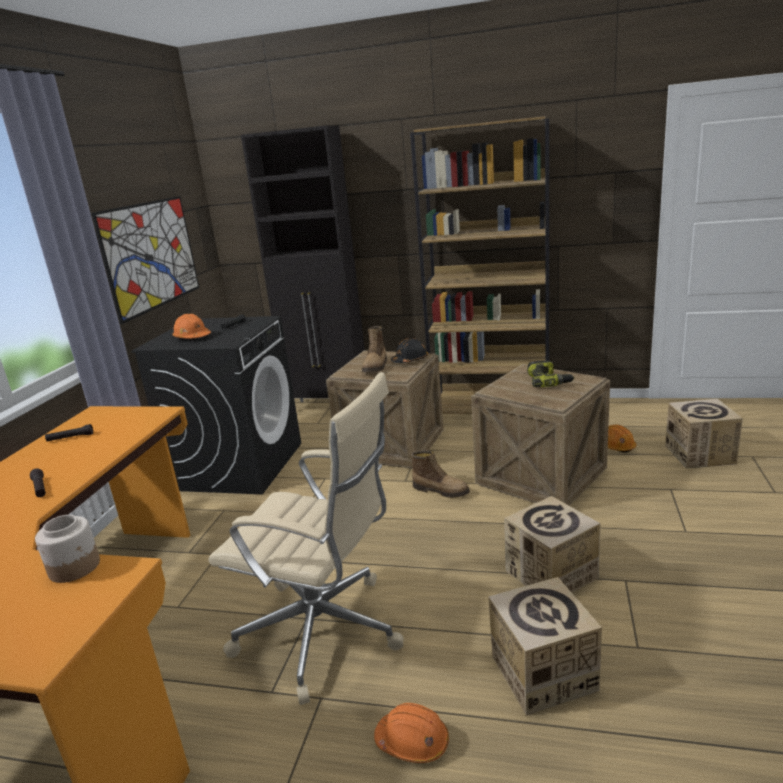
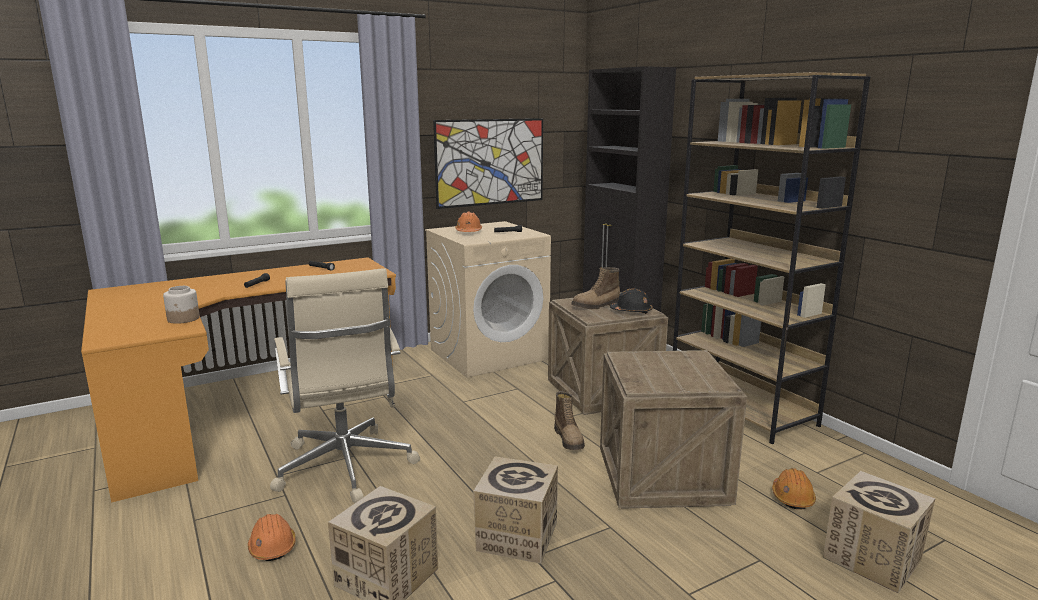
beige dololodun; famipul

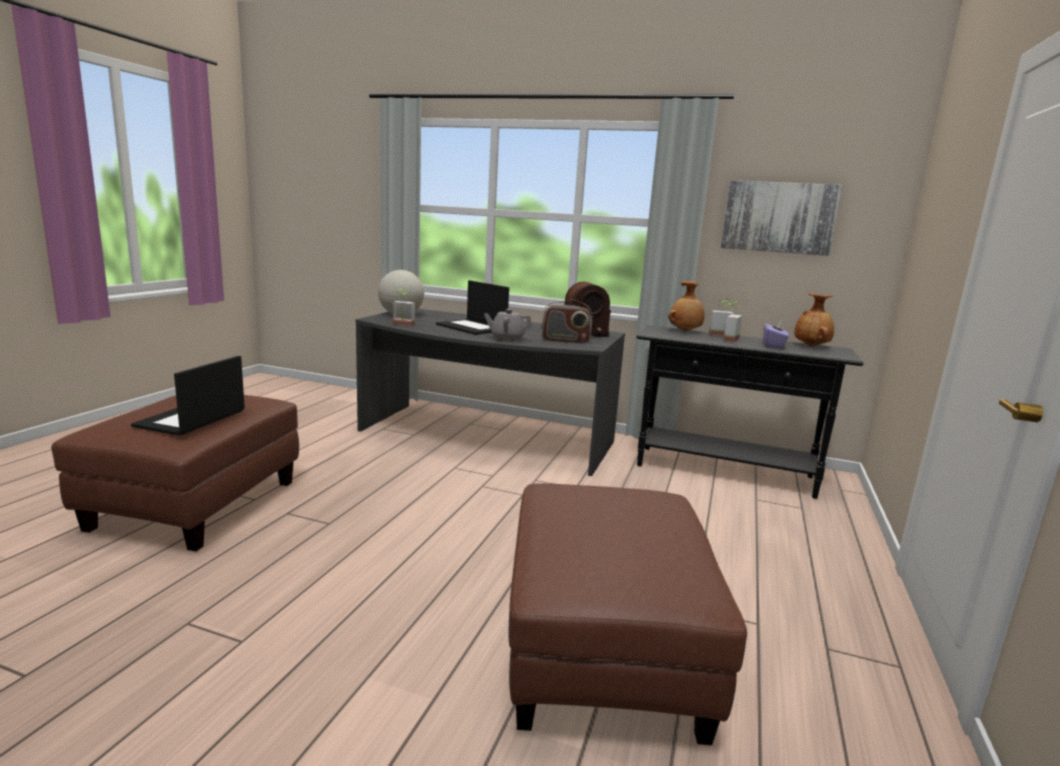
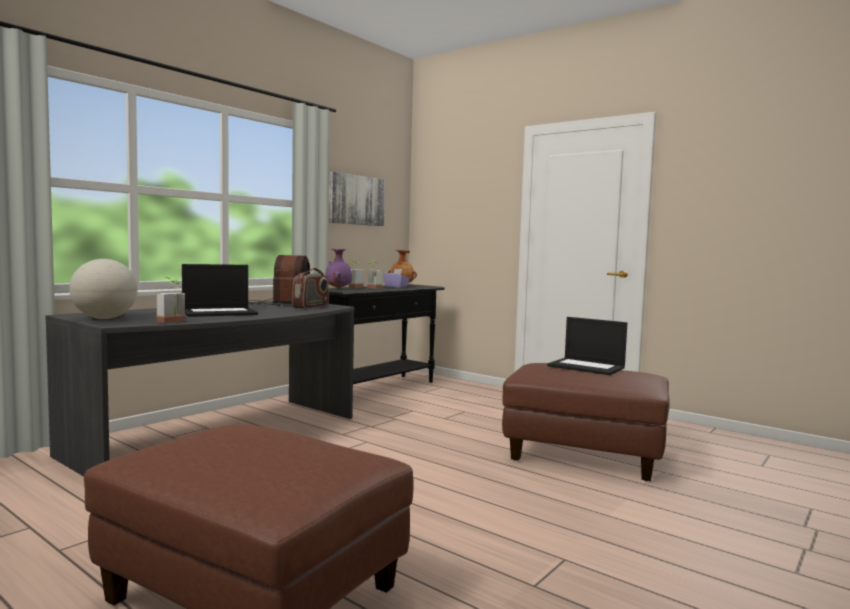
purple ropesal; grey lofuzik; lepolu (2nd from left)

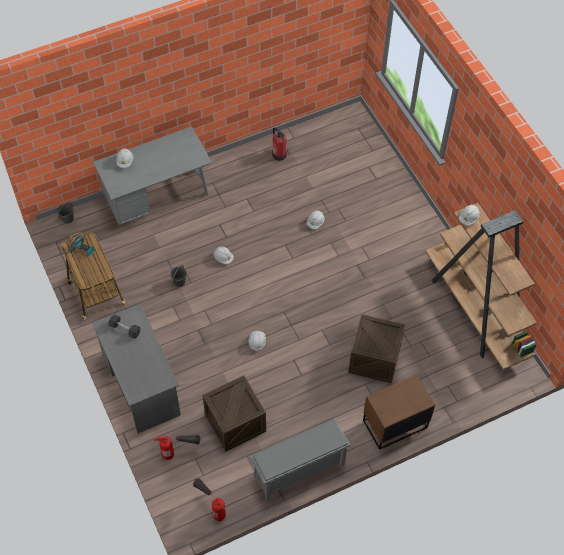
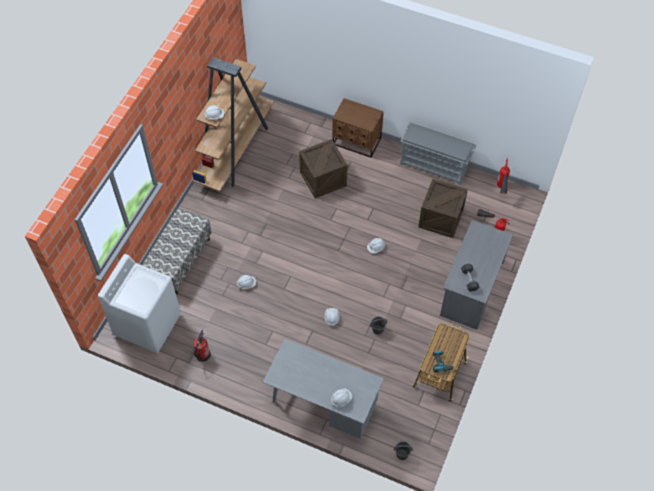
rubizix; white dololodun

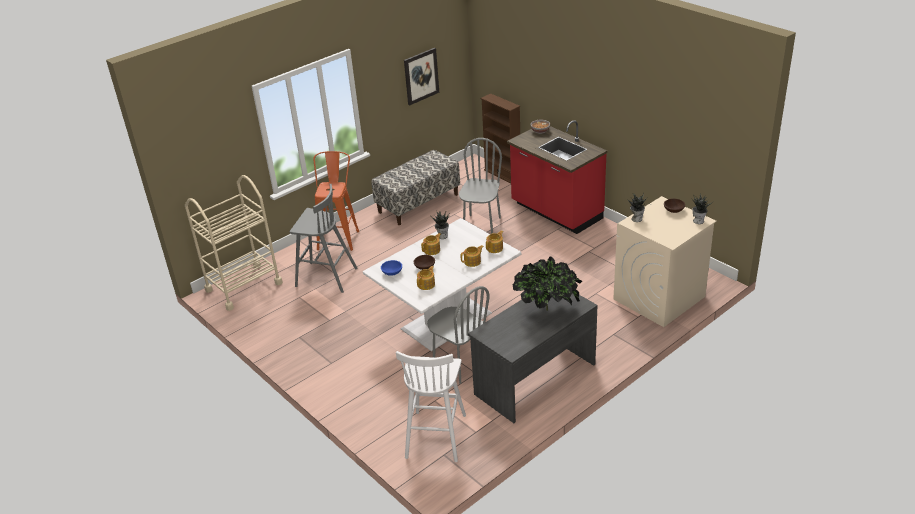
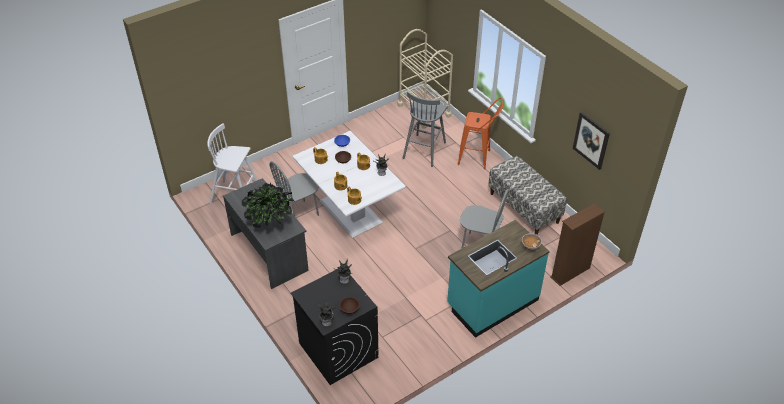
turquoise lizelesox; black dololodun

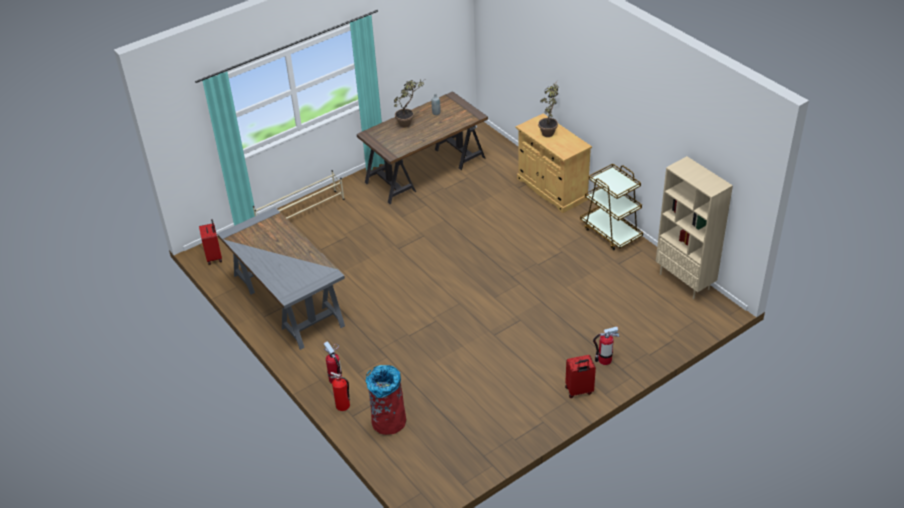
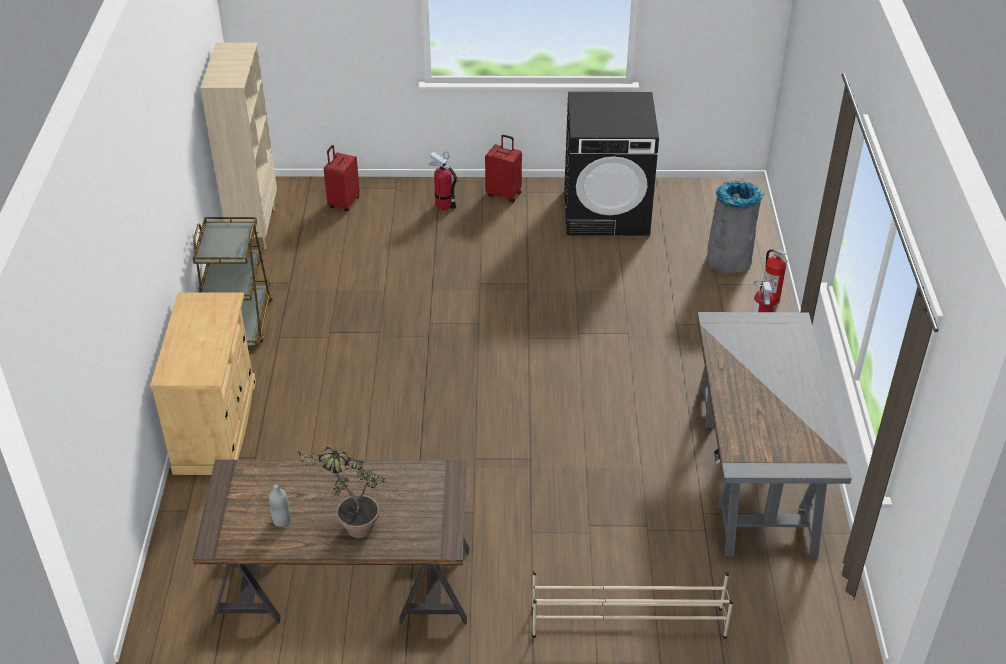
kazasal (2nd from left in the first image); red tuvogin (1st from left); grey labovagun; black dololodun

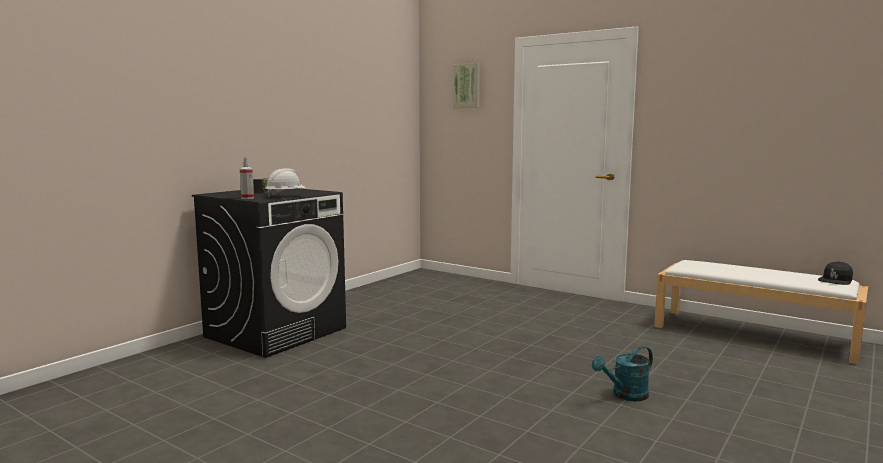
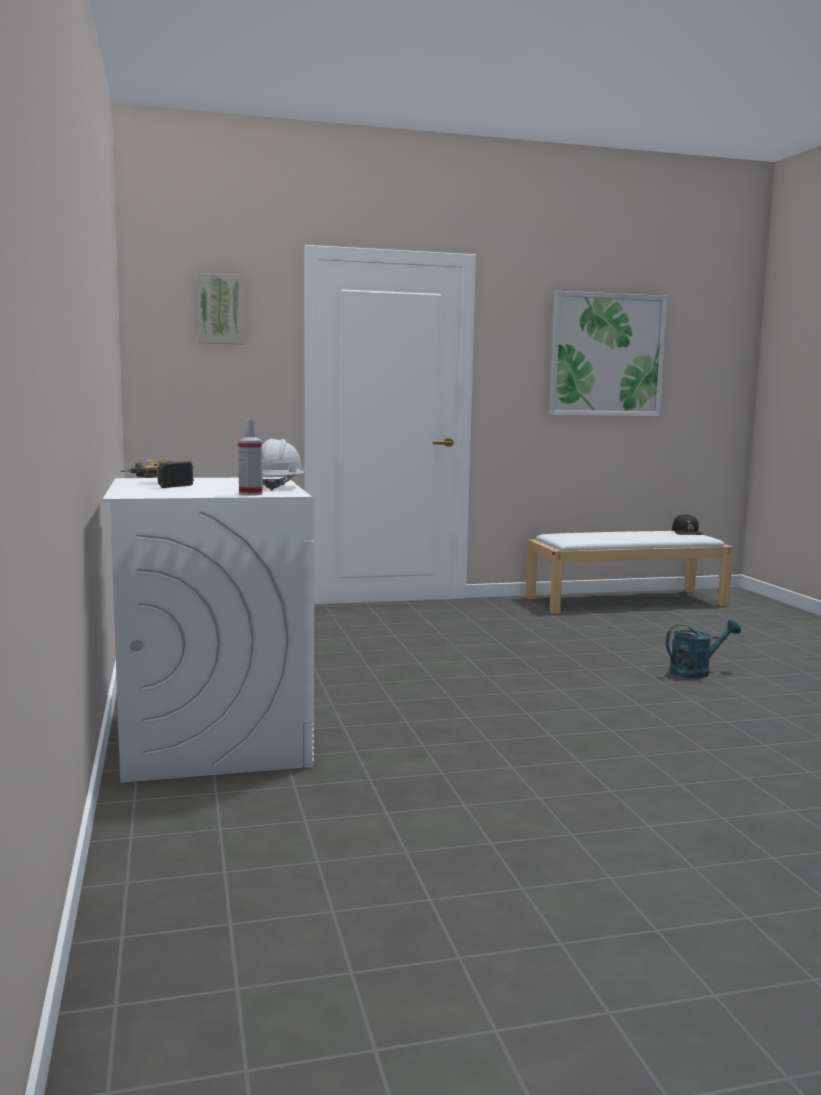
white dololodun; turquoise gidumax; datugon (2nd from left)

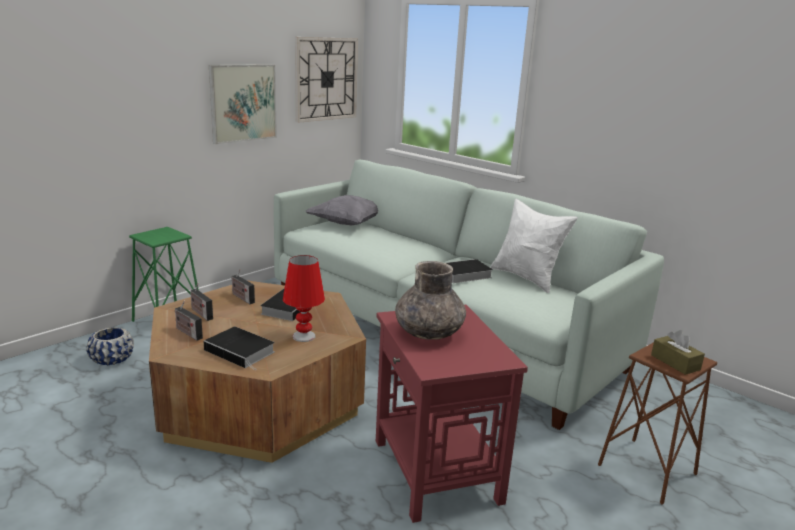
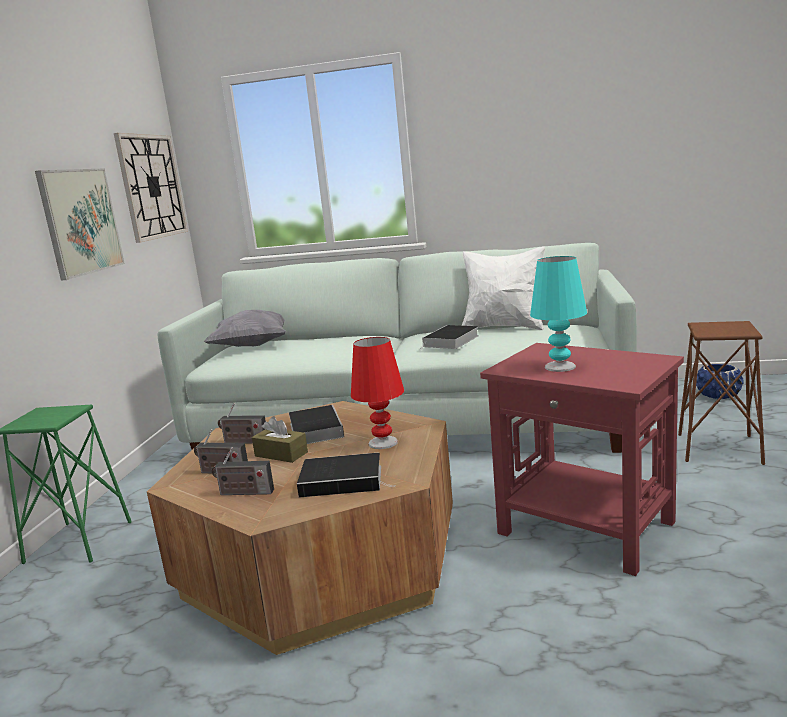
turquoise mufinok; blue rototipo; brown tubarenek

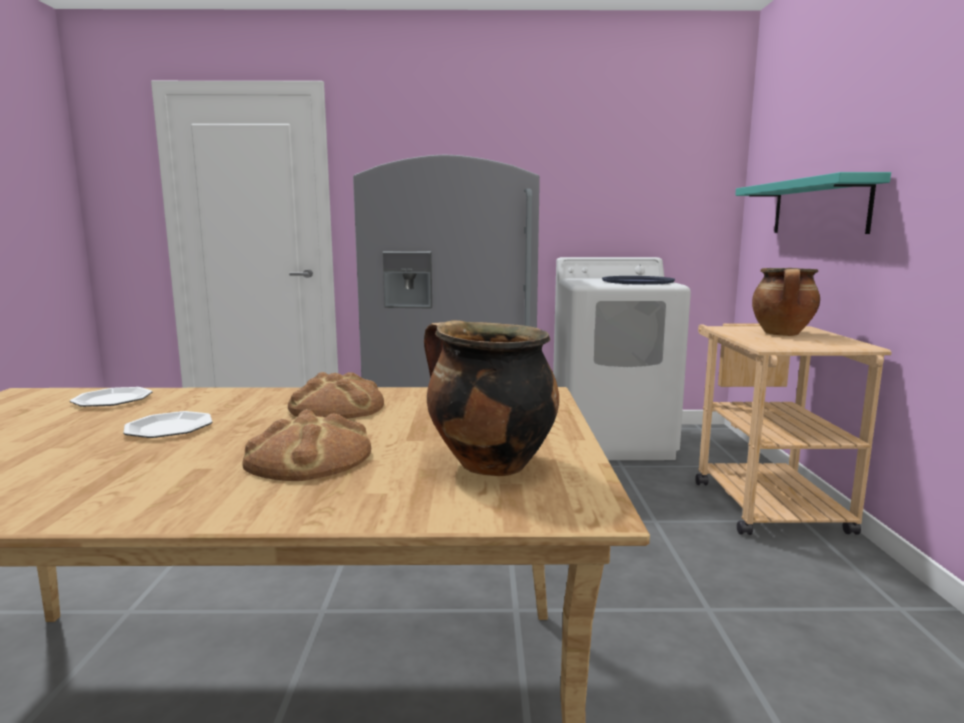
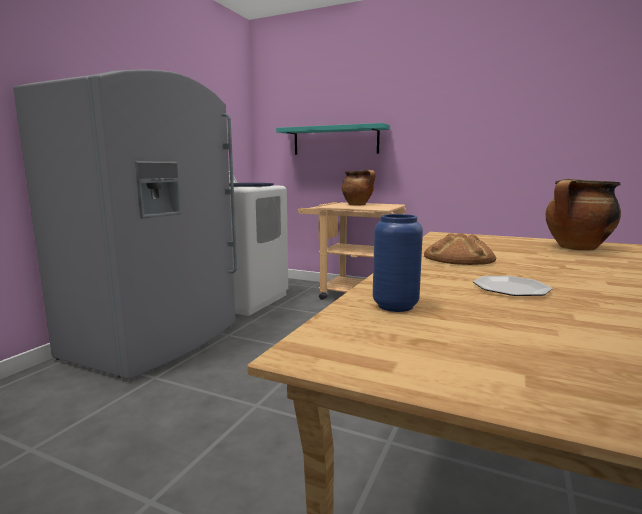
blue ropesal; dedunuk (1st from left in the first image)

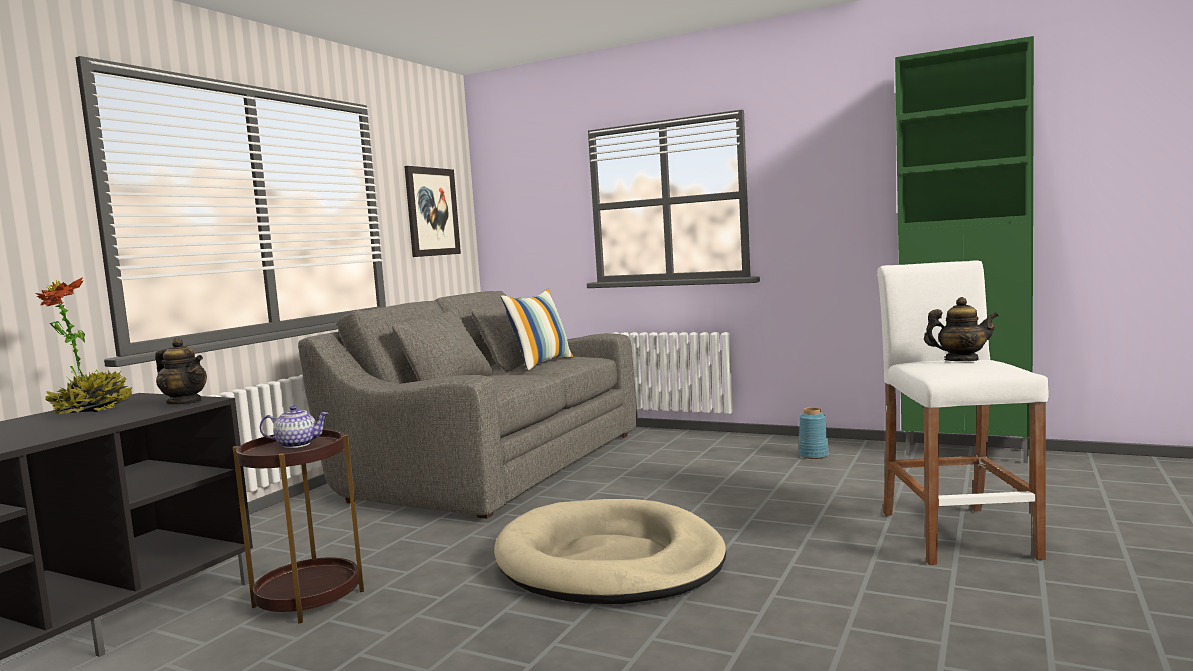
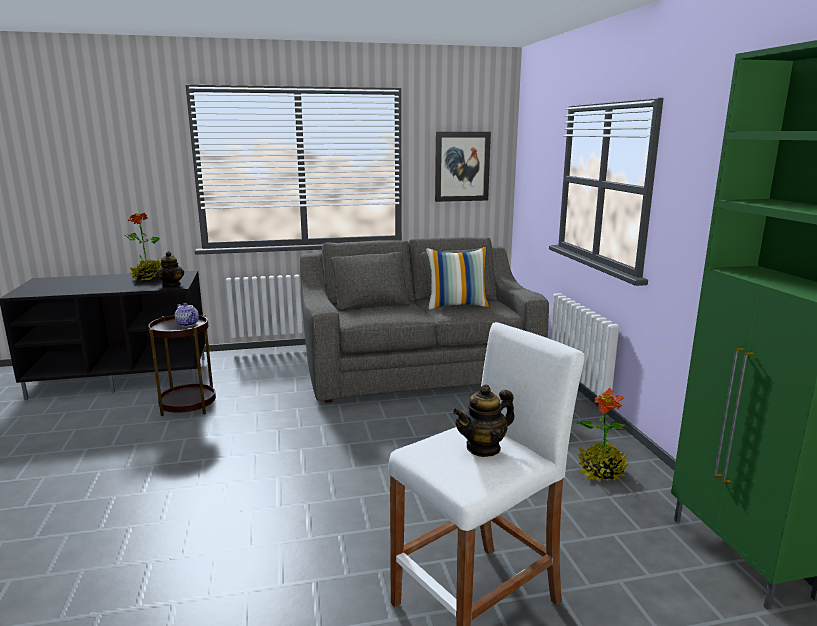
lofuzik (3rd from left); kazasal (2nd from left); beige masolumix

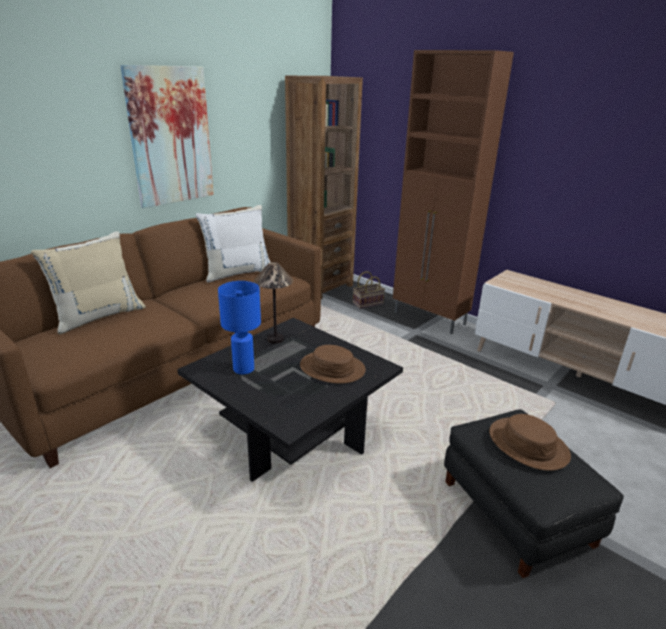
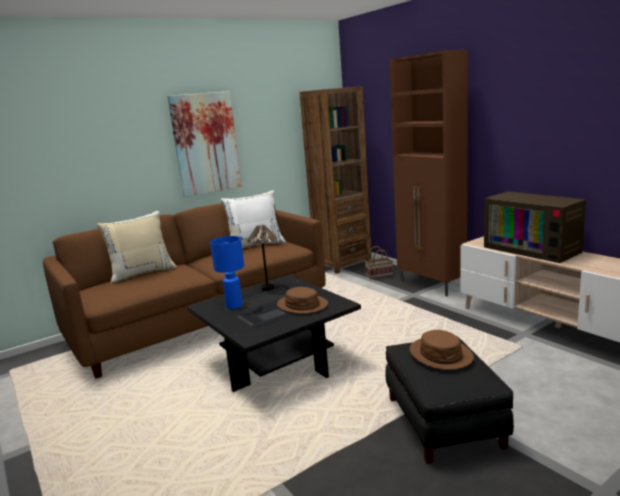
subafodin

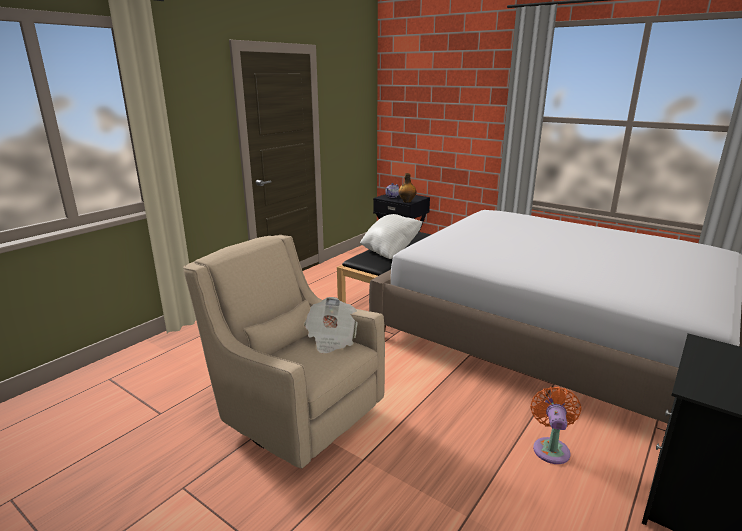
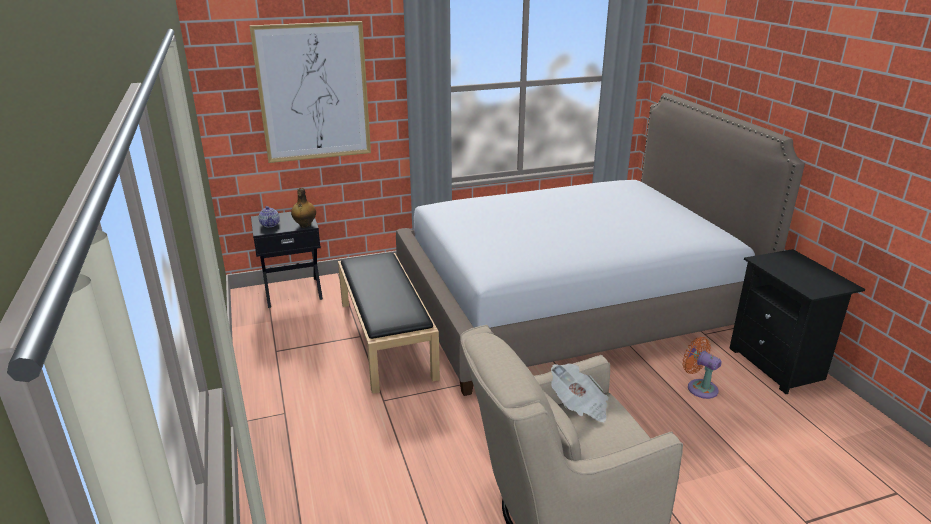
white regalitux; datugon

